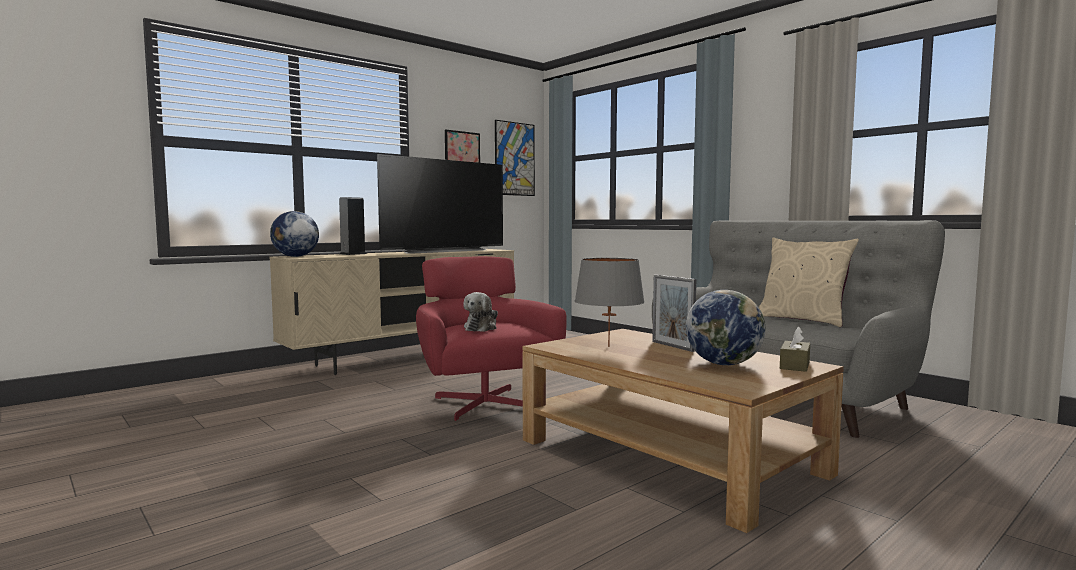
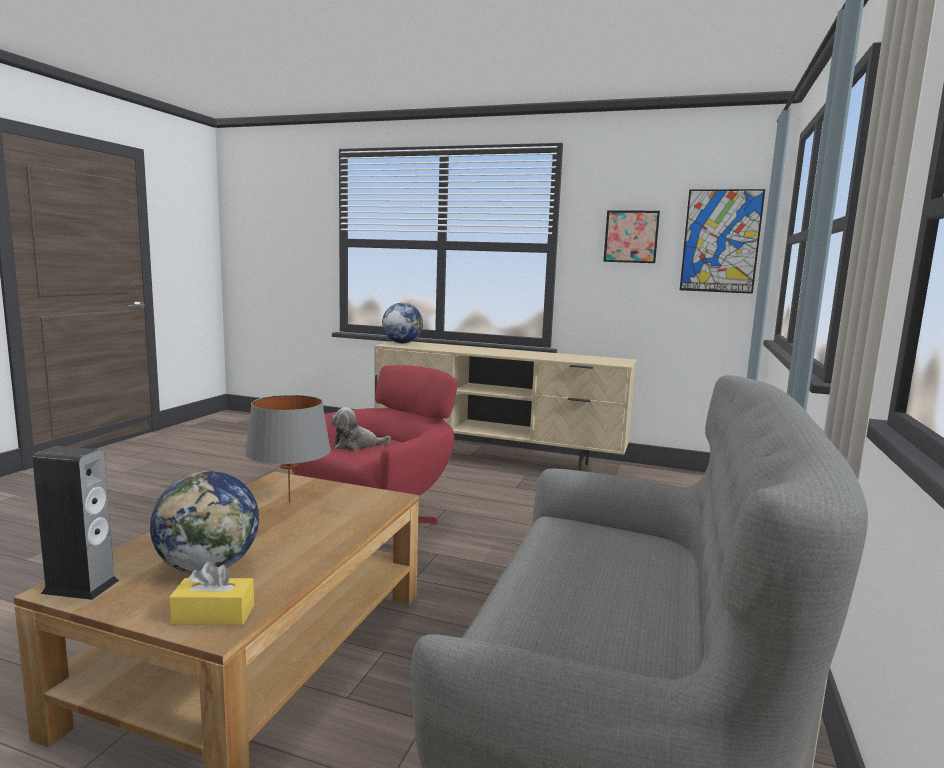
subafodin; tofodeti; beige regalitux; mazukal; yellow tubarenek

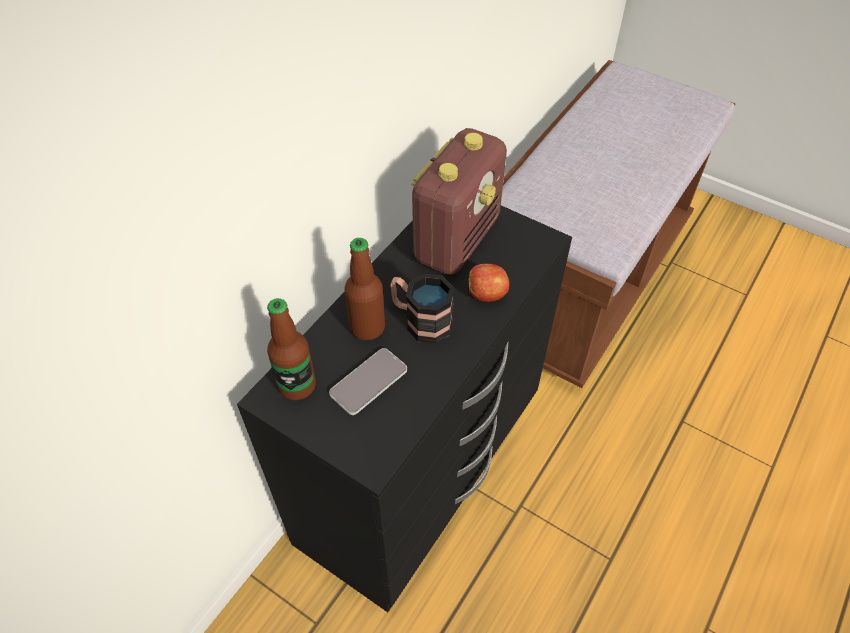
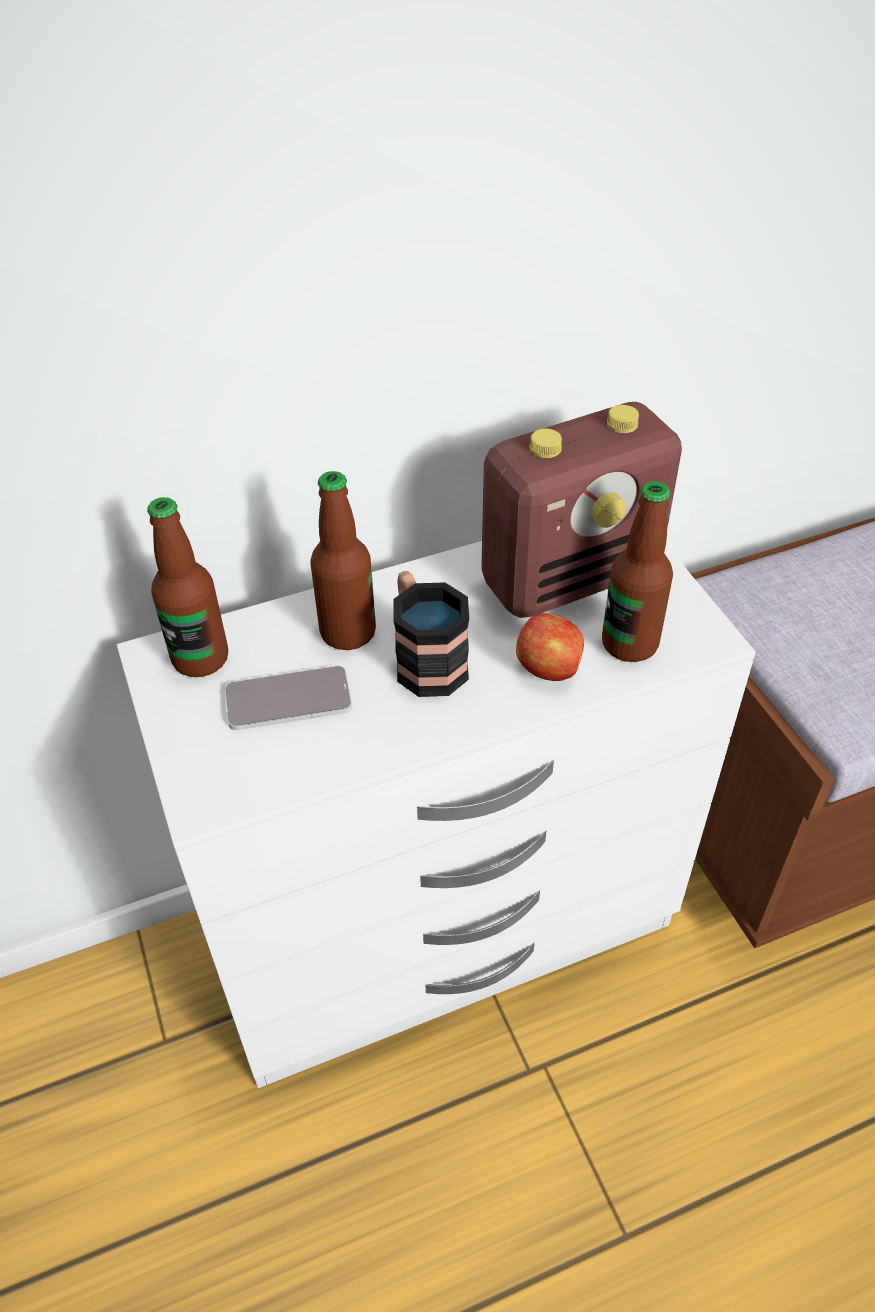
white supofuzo; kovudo (3rd from left)

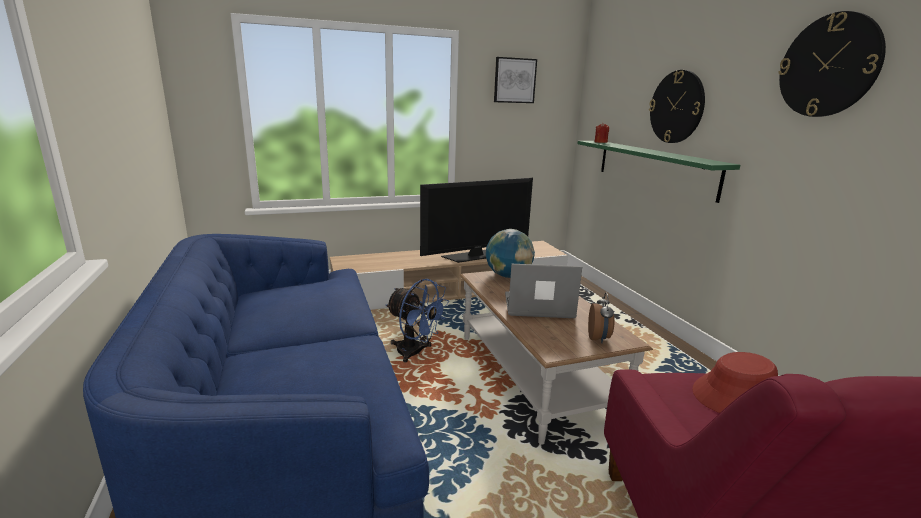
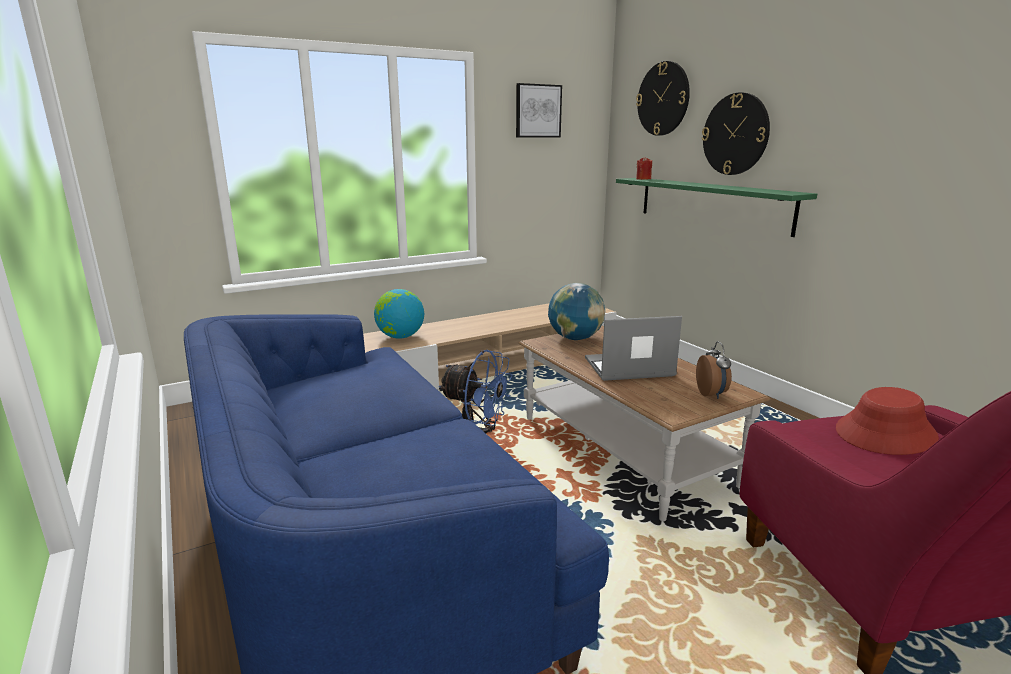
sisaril (1st from left); subafodin; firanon (1st from left)

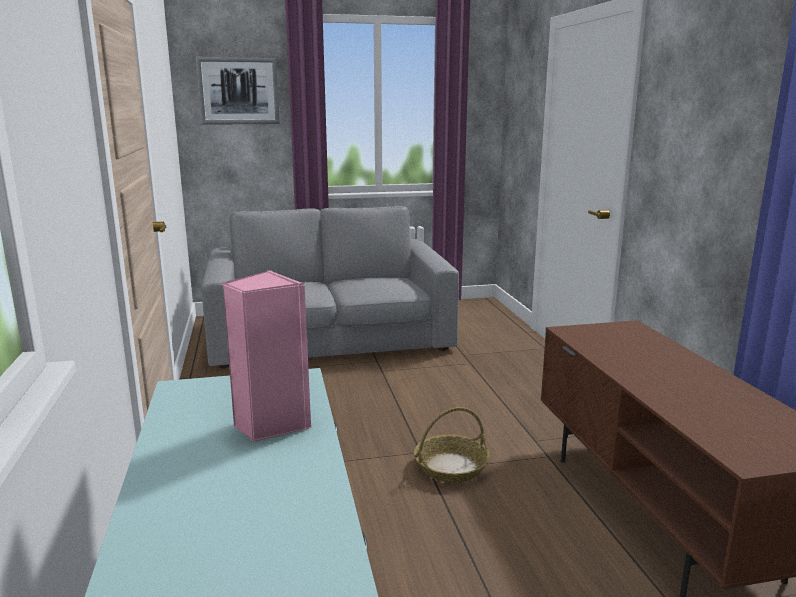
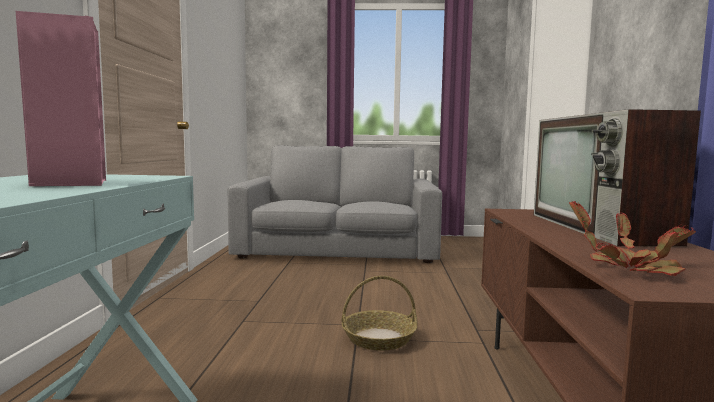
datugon; subafodin; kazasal

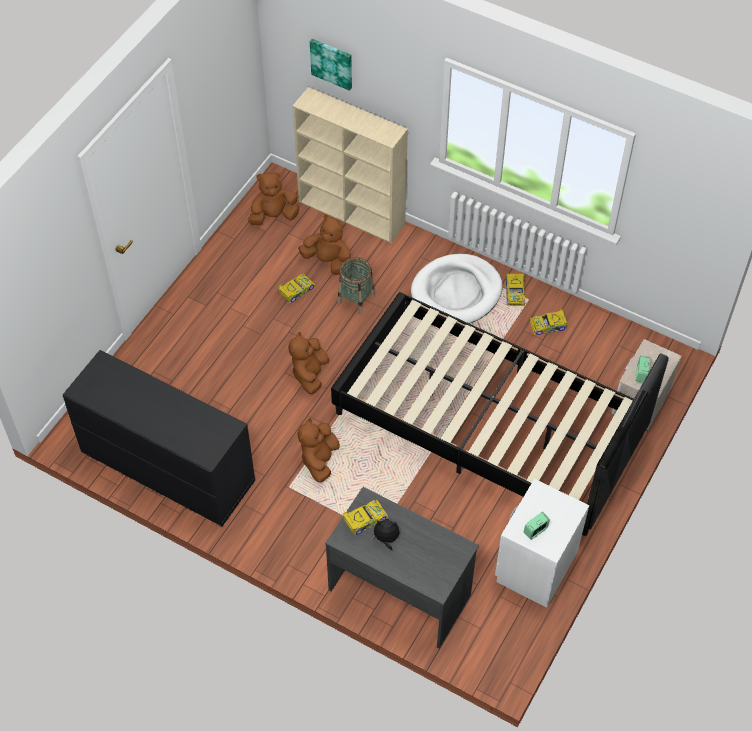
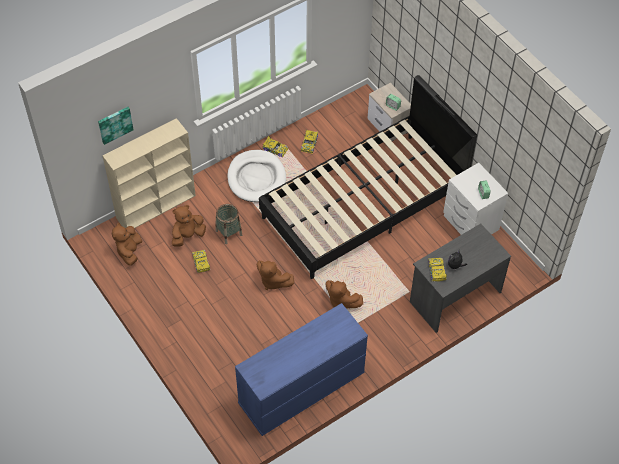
blue supofuzo

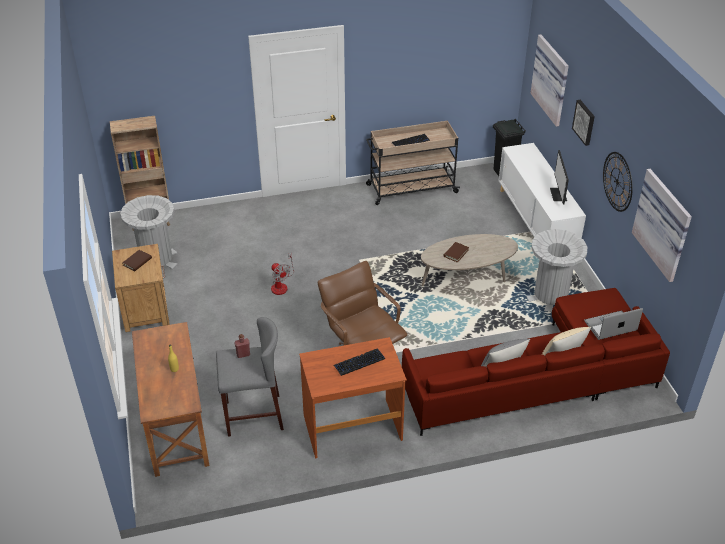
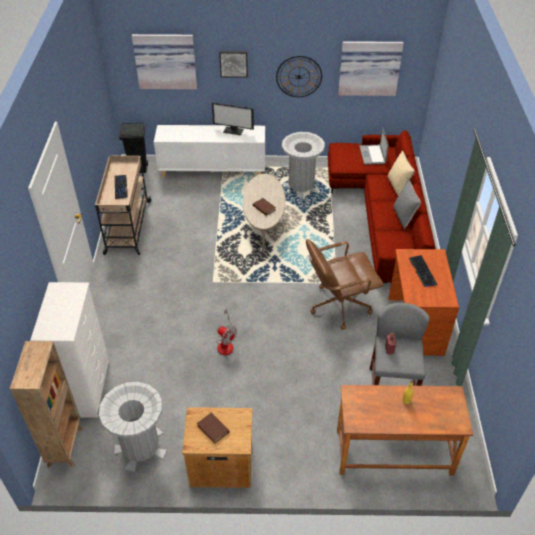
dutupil; white supofuzo

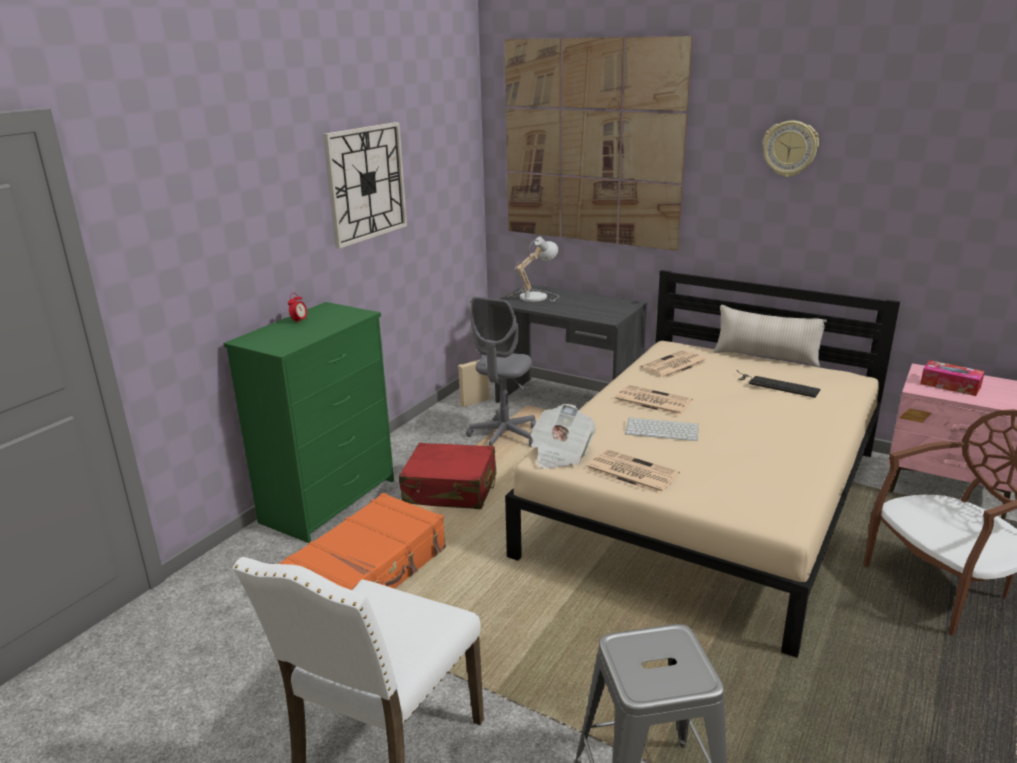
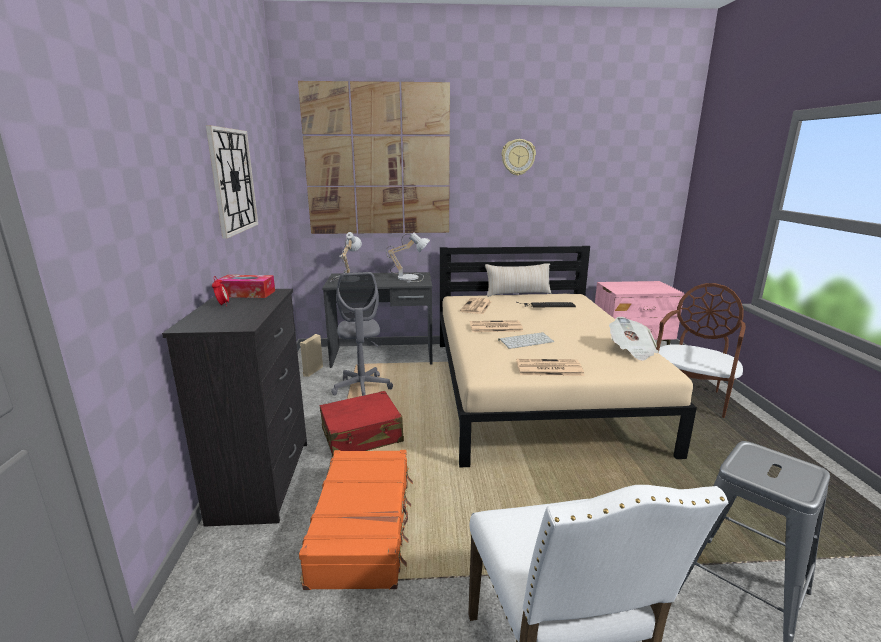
black supofuzo; tubarenek; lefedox (4th from left); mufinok (2nd from left)

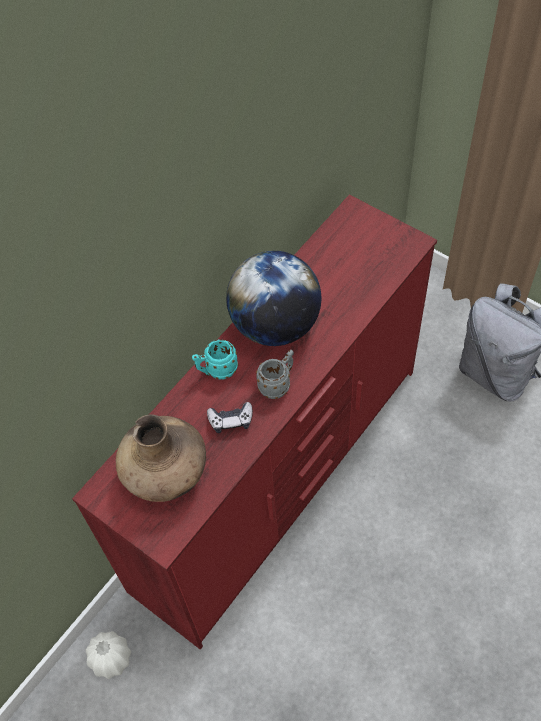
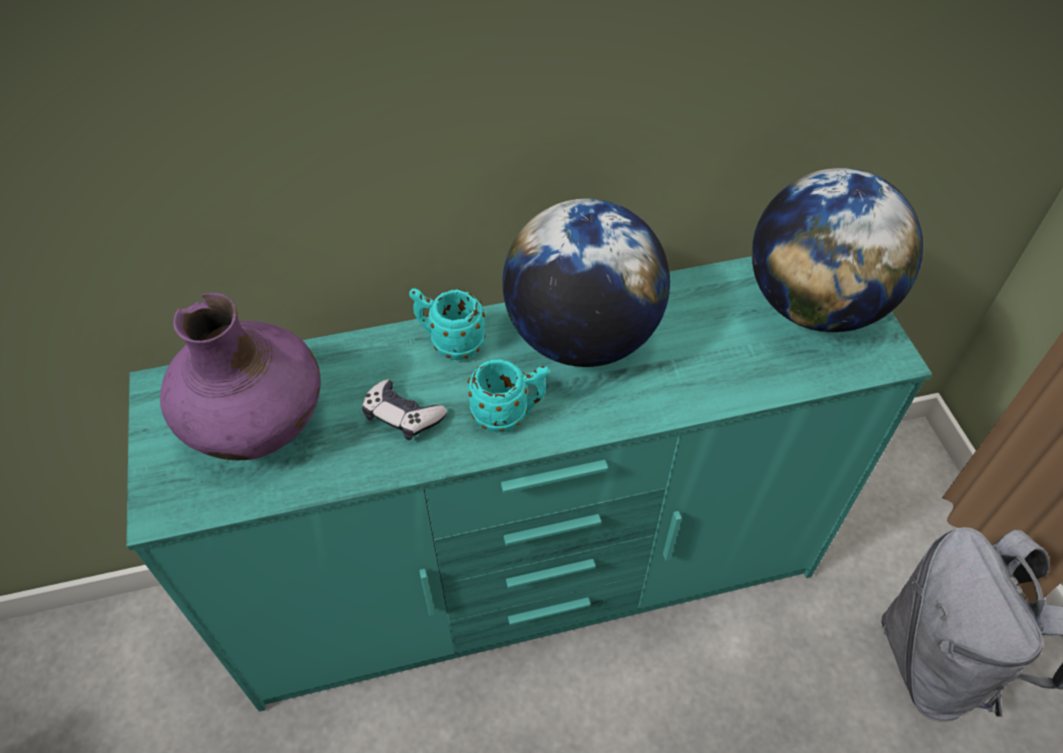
turquoise supofuzo; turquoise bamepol (2nd from left); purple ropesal; white ropesal; firanon (2nd from left)

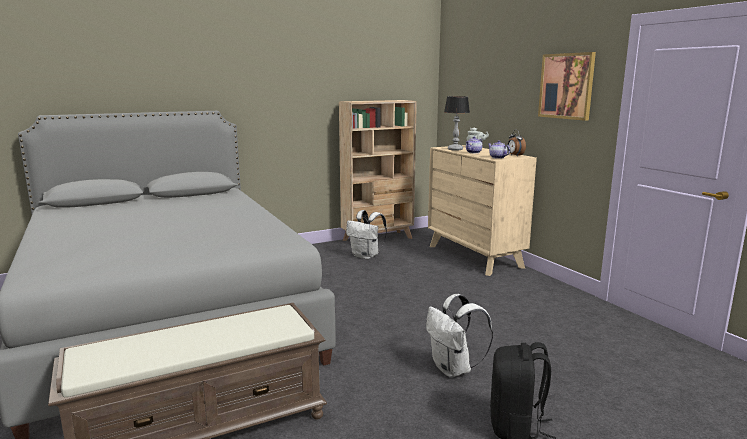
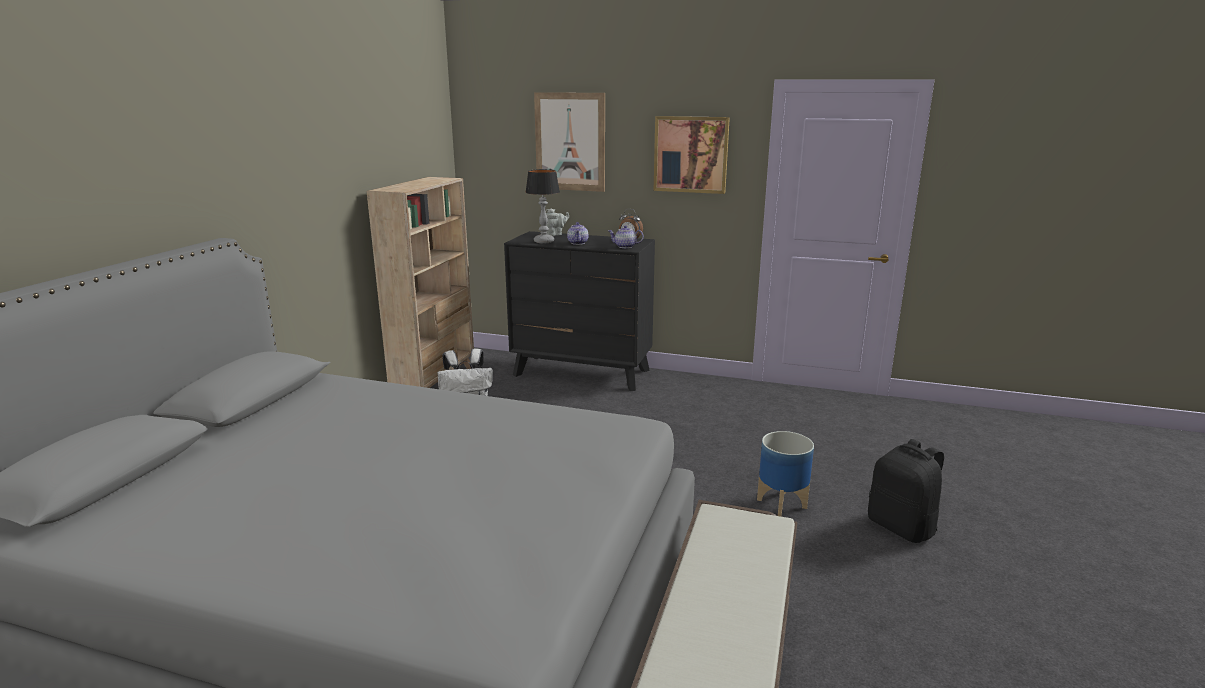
black supofuzo; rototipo; datugon (1st from left)

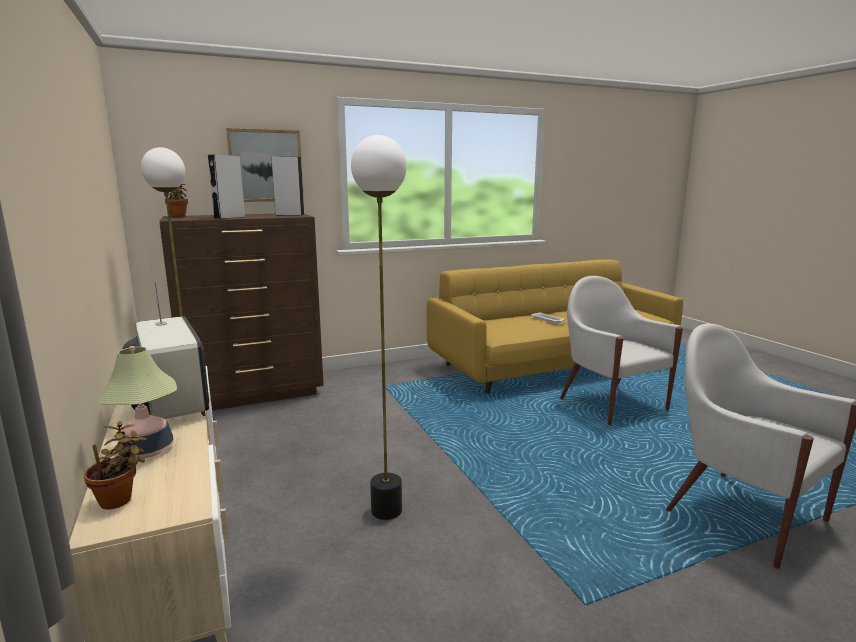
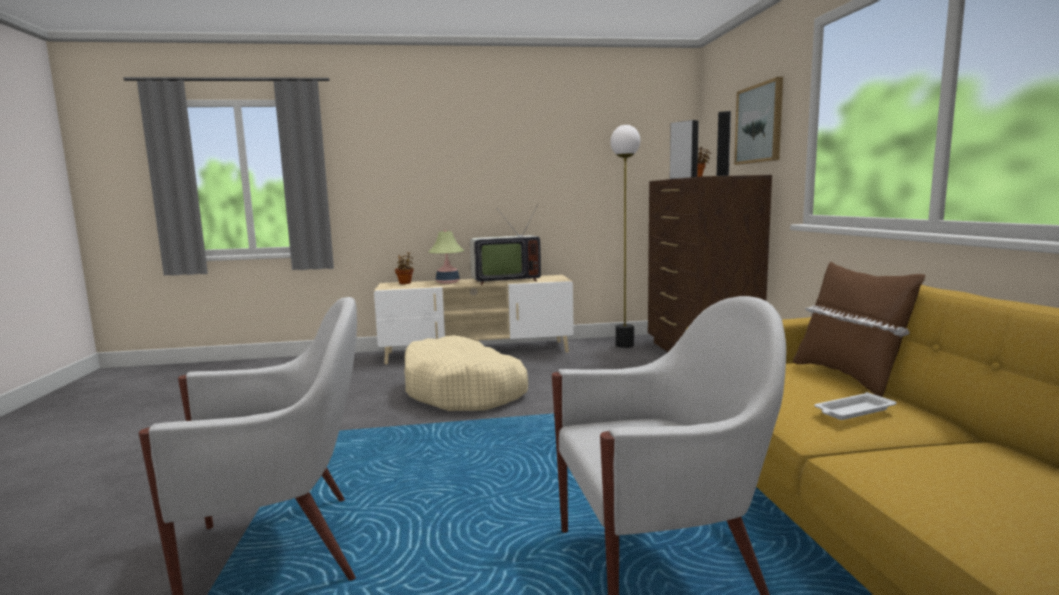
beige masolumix; brown regalitux

